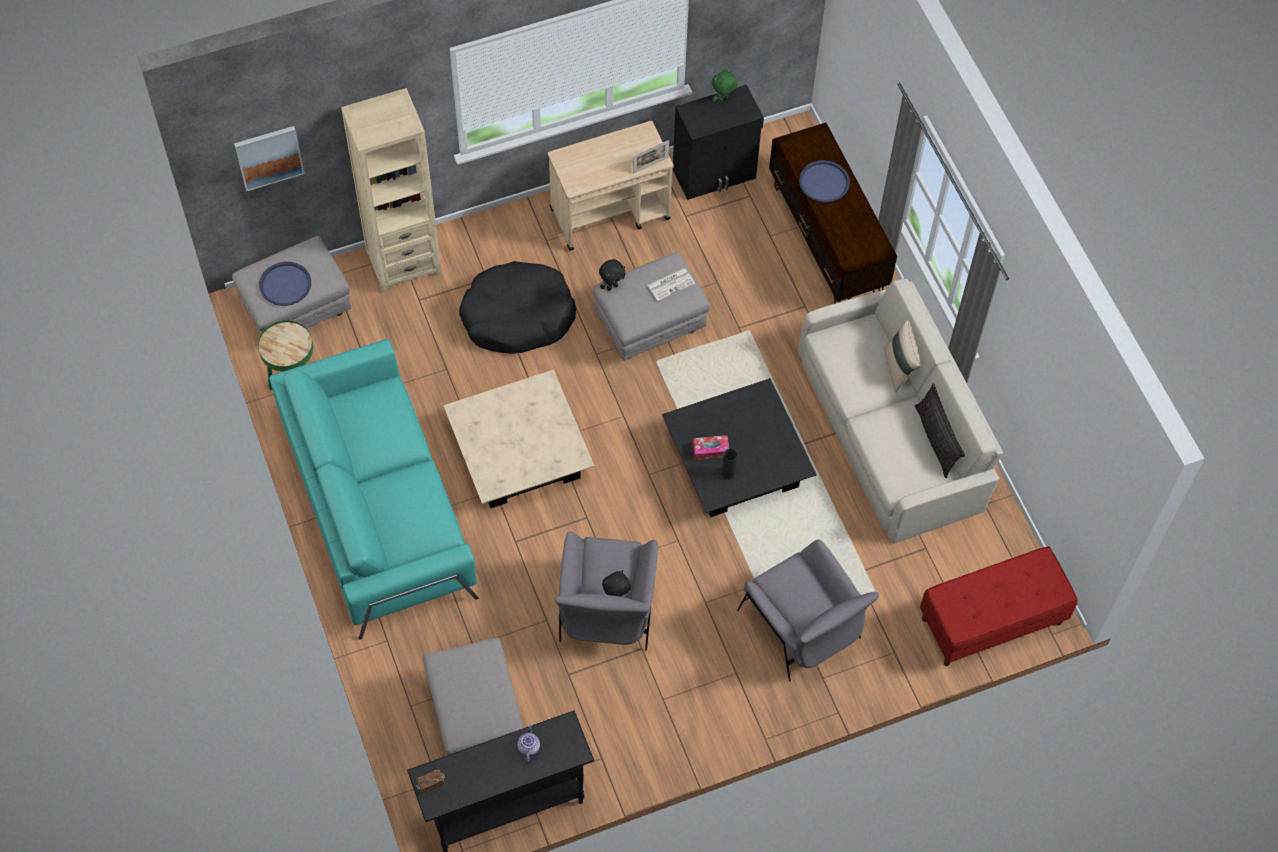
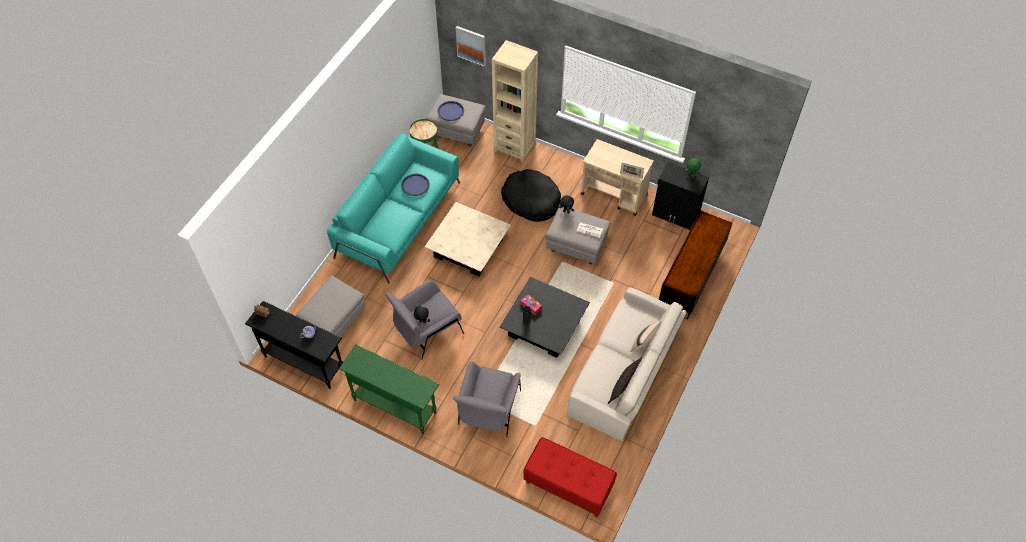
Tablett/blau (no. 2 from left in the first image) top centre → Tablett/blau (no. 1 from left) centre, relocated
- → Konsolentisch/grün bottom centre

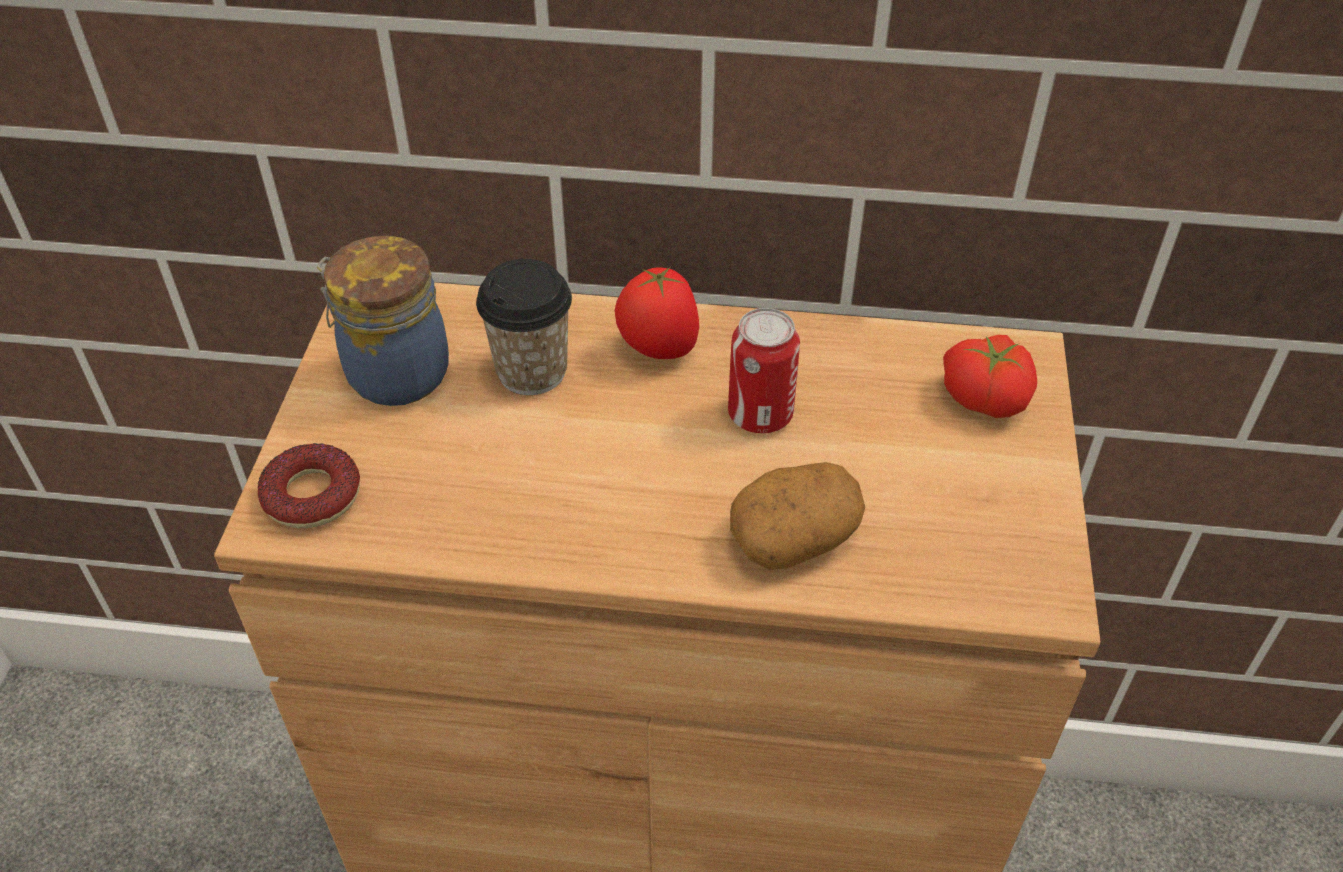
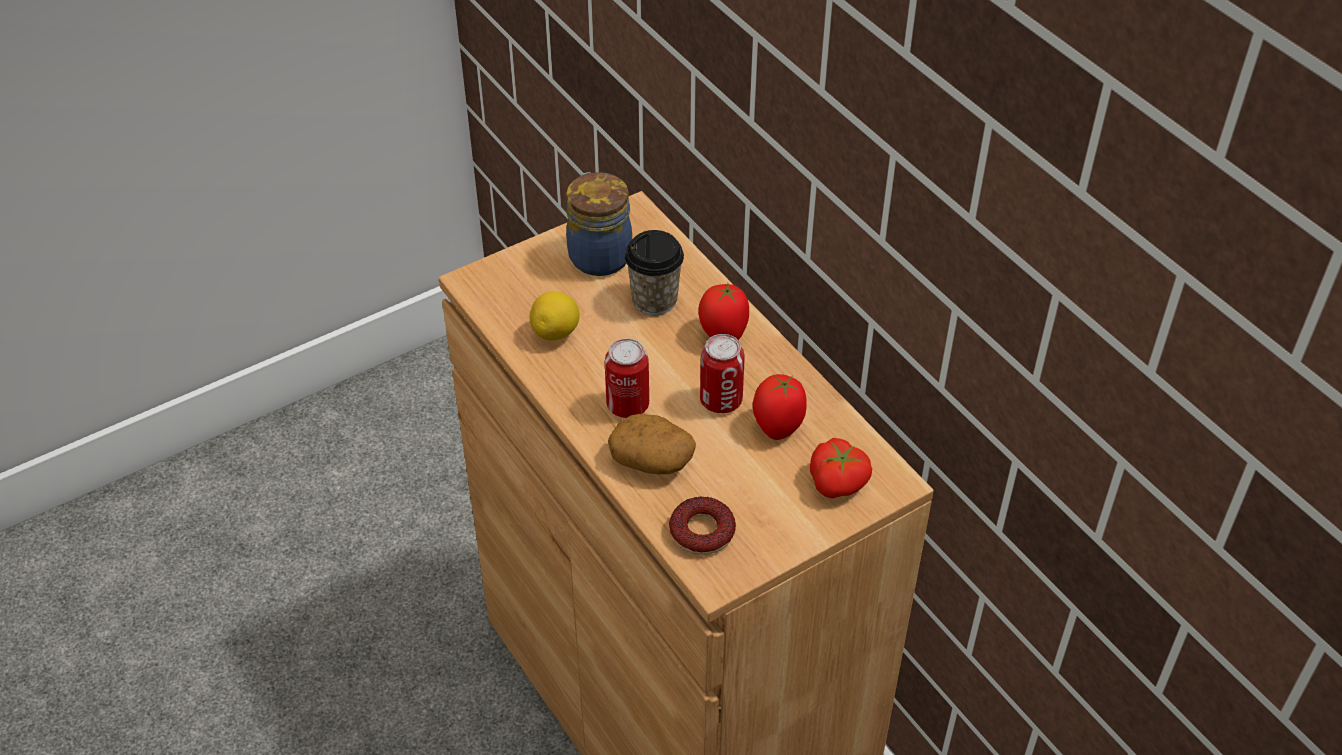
Donut middle left → Donut bottom centre, relocated
- → Zitrone centre
- → Dose (no. 1 from left) centre
- → Tomate (no. 2 from left) centre

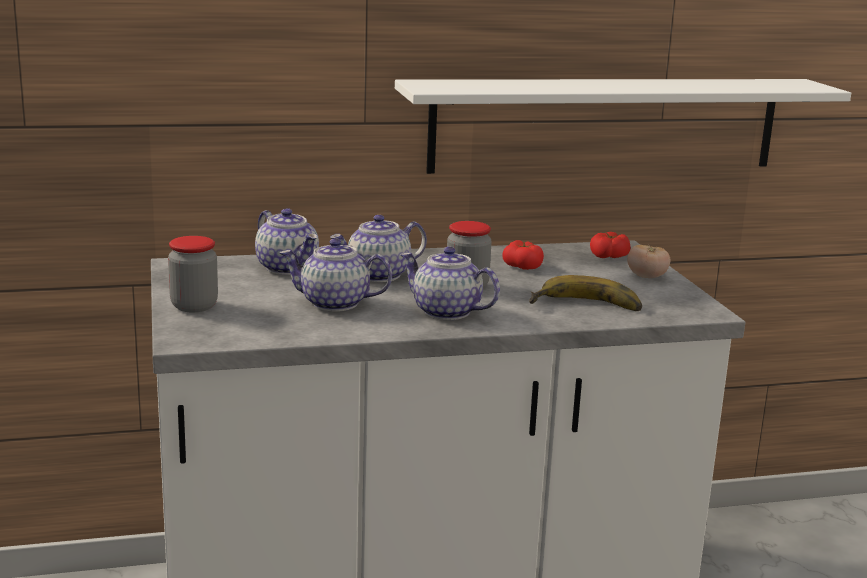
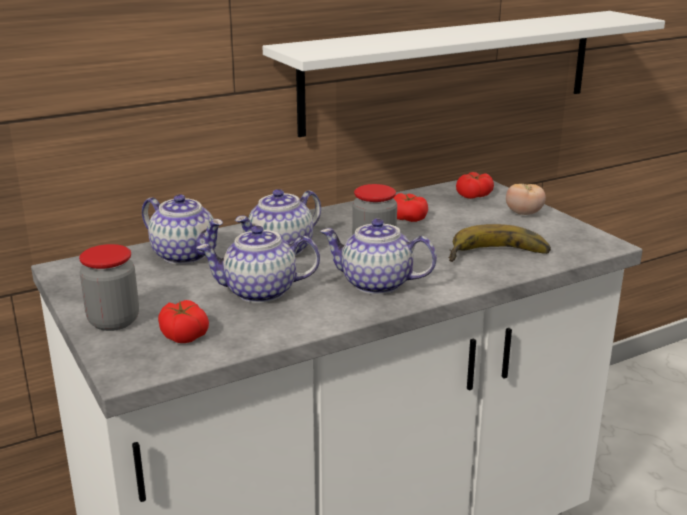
- → Tomate (no. 1 from left) middle left

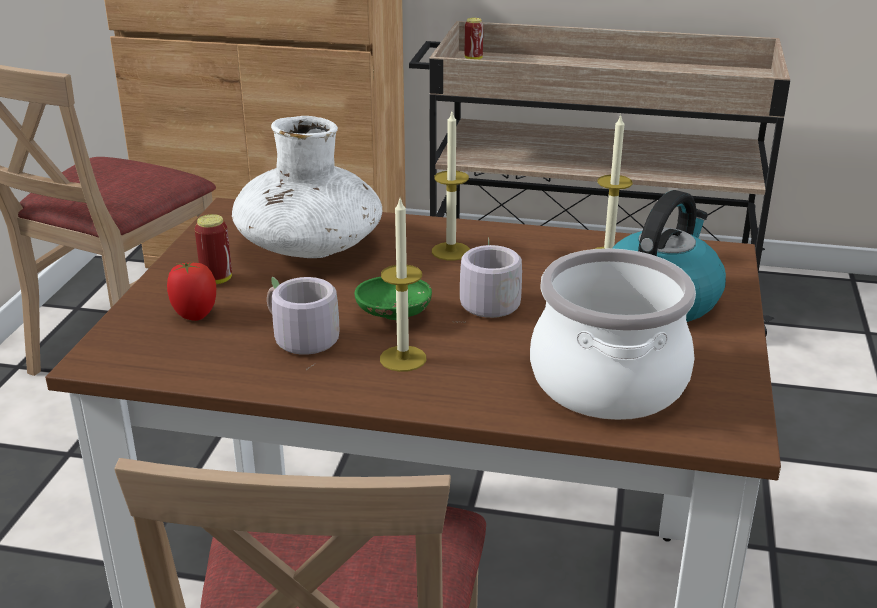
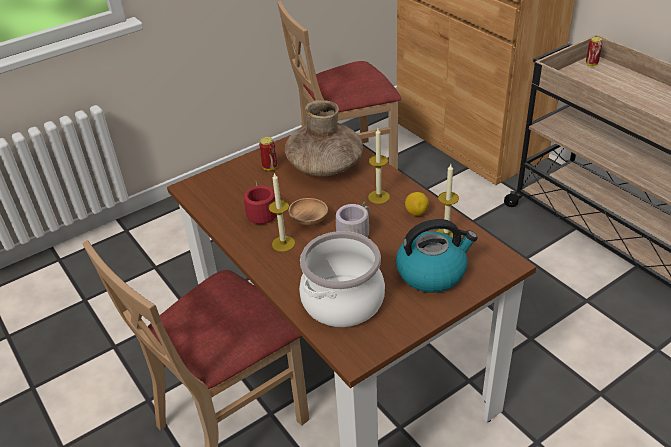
Vase/weiß top centre → Vase/braun top centre
Tomate middle left → -
Henkelbecher/grau (no. 1 from left) centre → Henkelbecher/rot centre
Schüssel/grün centre → Schüssel/braun centre
- → Zitrone centre

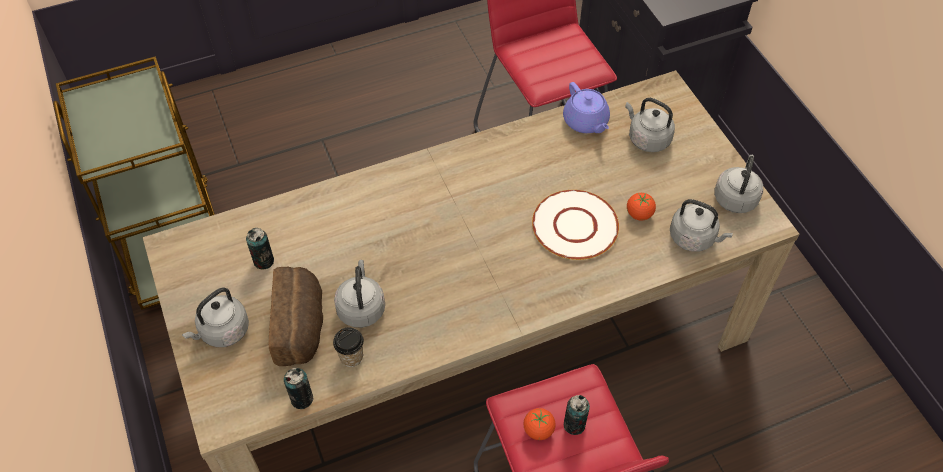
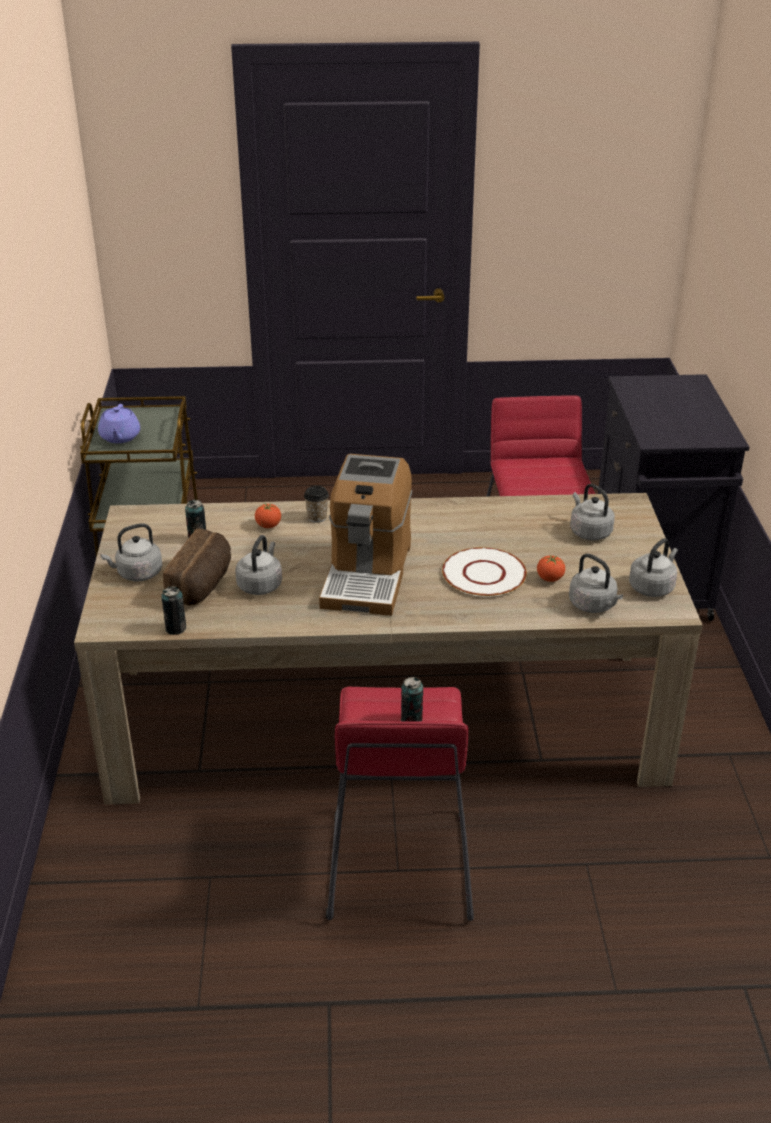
Teekanne/lila top centre → Teekanne/lila middle left, relocated
Tasse bottom centre → Tasse centre, relocated
Tomate (no. 1 from left) bottom centre → Tomate (no. 1 from left) centre, relocated
- → Kaffeemaschine centre

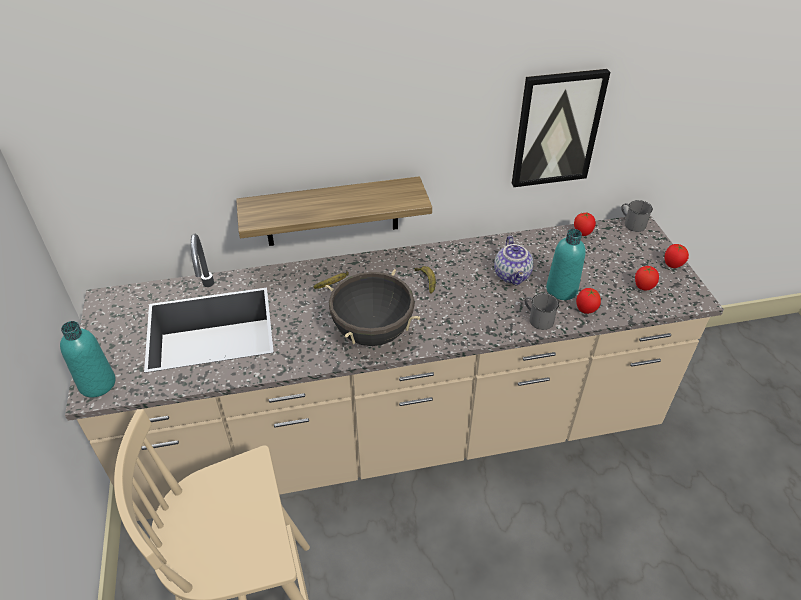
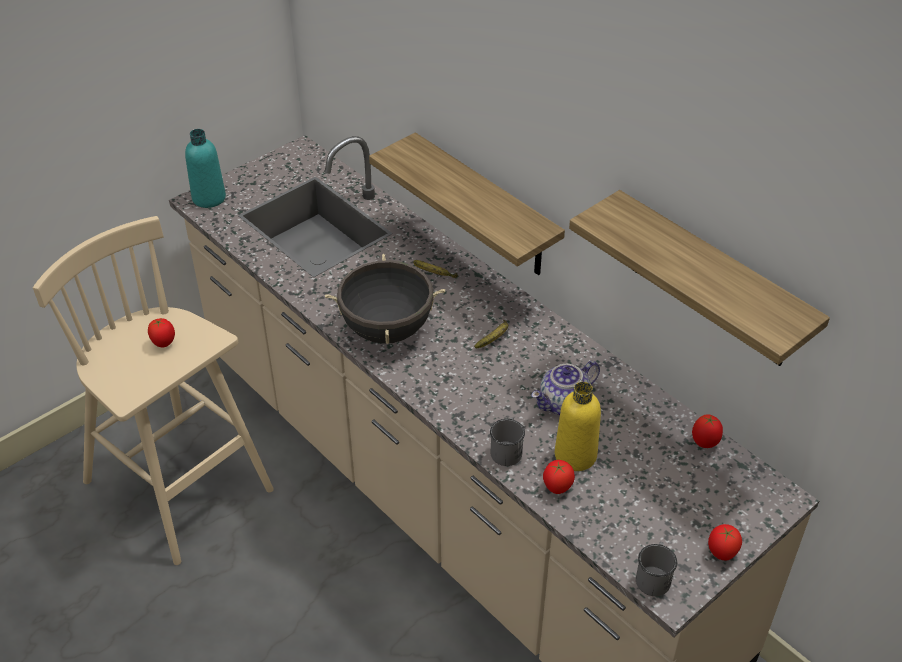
Bild top right → Wandregal (no. 2 from left) middle right
Henkelbecher/grau (no. 2 from left) middle right → Henkelbecher/grau (no. 2 from left) bottom right, relocated
Flasche/türkis (no. 2 from left) middle right → Flasche/gelb centre
Tomate (no. 3 from left in the first image) middle right → Tomate (no. 1 from left) middle left, relocated

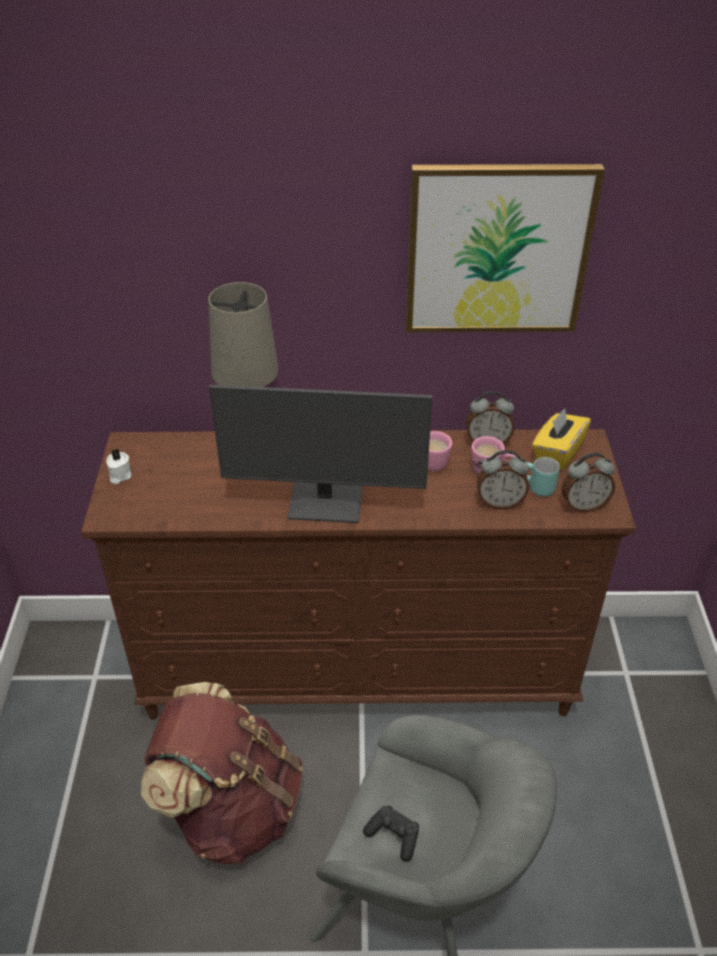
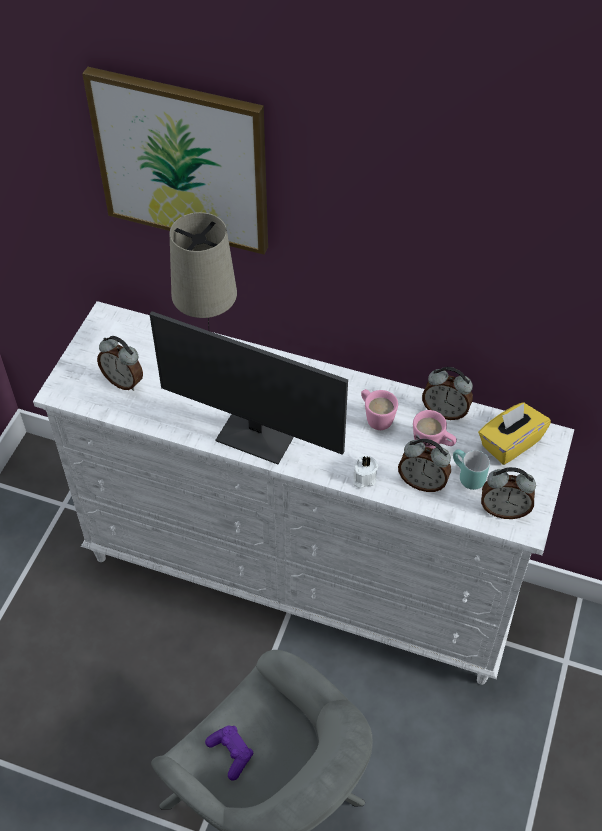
Bild top right → Bild top left, relocated
Kommode/braun centre → Kommode/weiß centre
Kerze/weiß middle left → Kerze/weiß centre, relocated
Rucksack/braun bottom left → -
Gamepad/schwarz bottom centre → Gamepad/lila bottom centre
- → Wecker (no. 1 from left) middle left

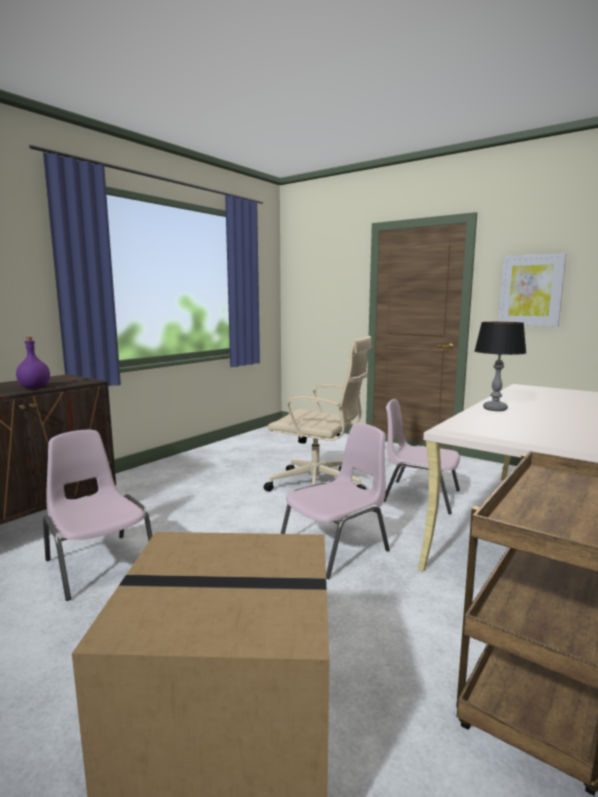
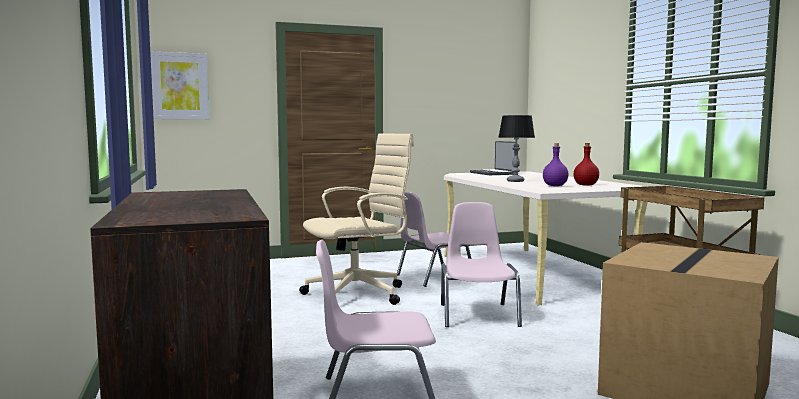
Bild middle right → Bild top left, relocated
Flasche/lila middle left → Flasche/lila middle right, relocated
- → Laptop centre
- → Flasche/rot middle right

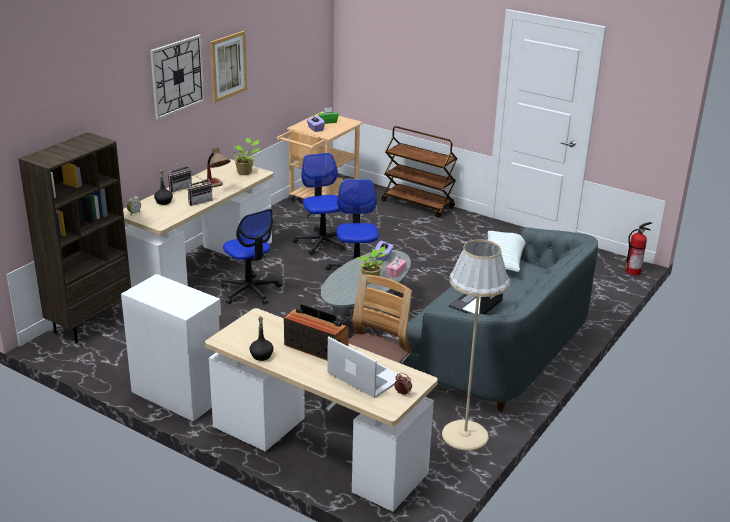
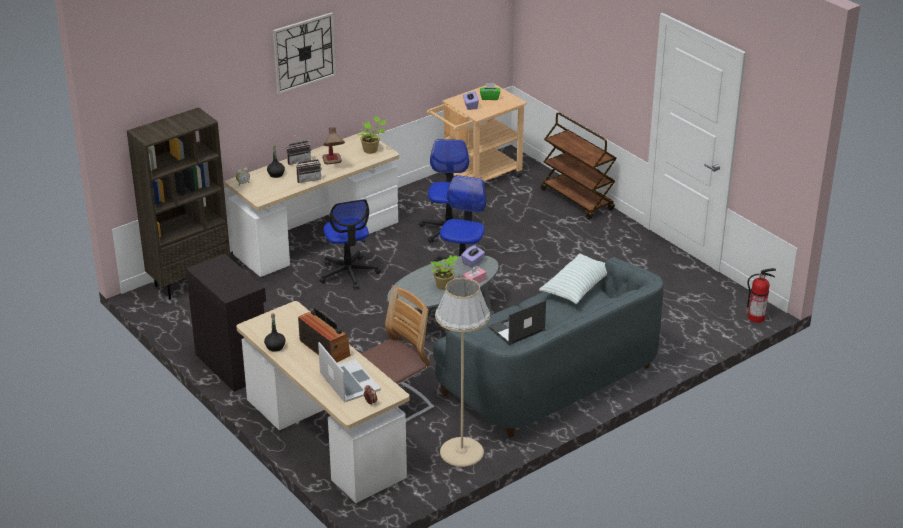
Bild top left → -
Schrank/weiß middle left → Schrank/schwarz middle left

